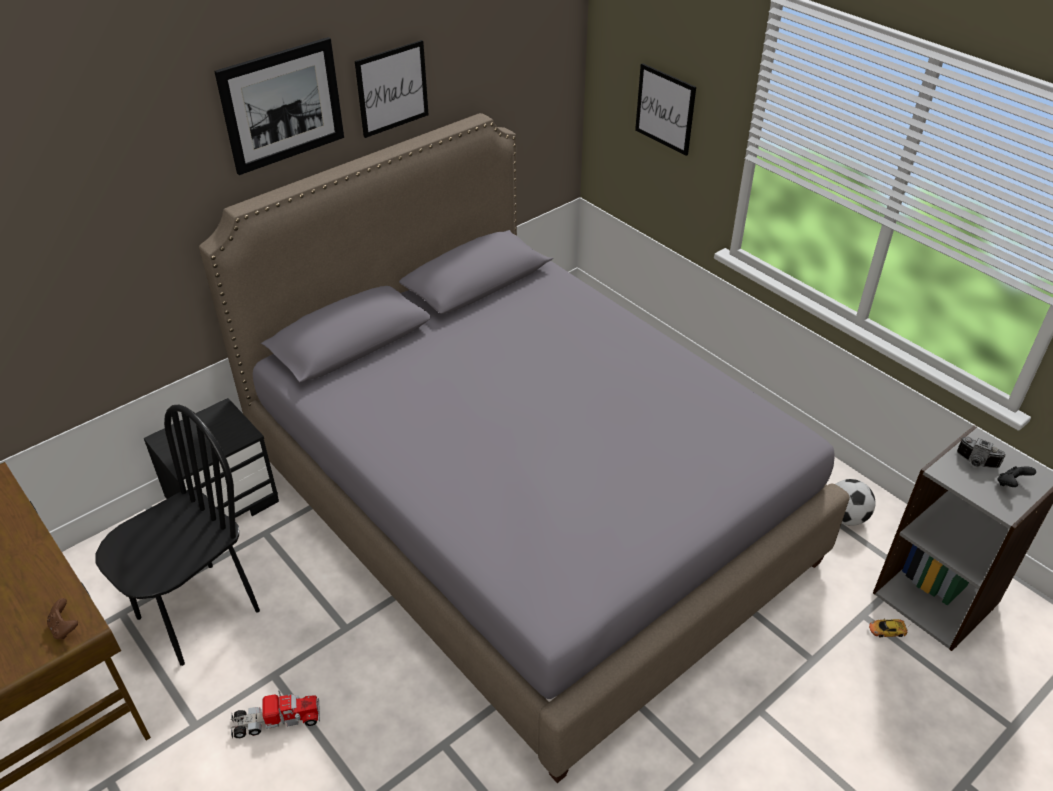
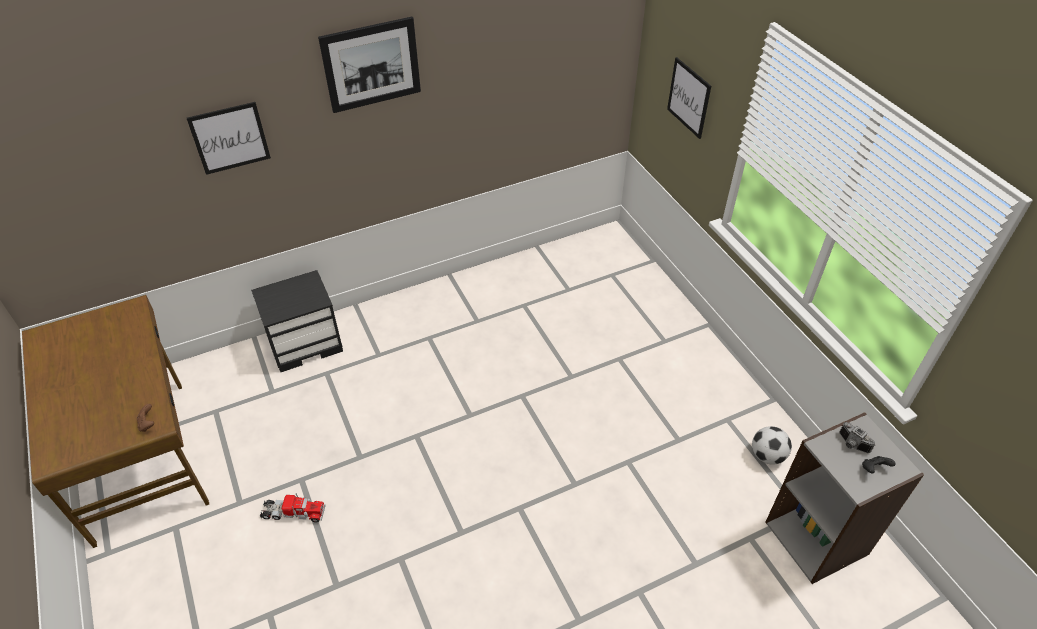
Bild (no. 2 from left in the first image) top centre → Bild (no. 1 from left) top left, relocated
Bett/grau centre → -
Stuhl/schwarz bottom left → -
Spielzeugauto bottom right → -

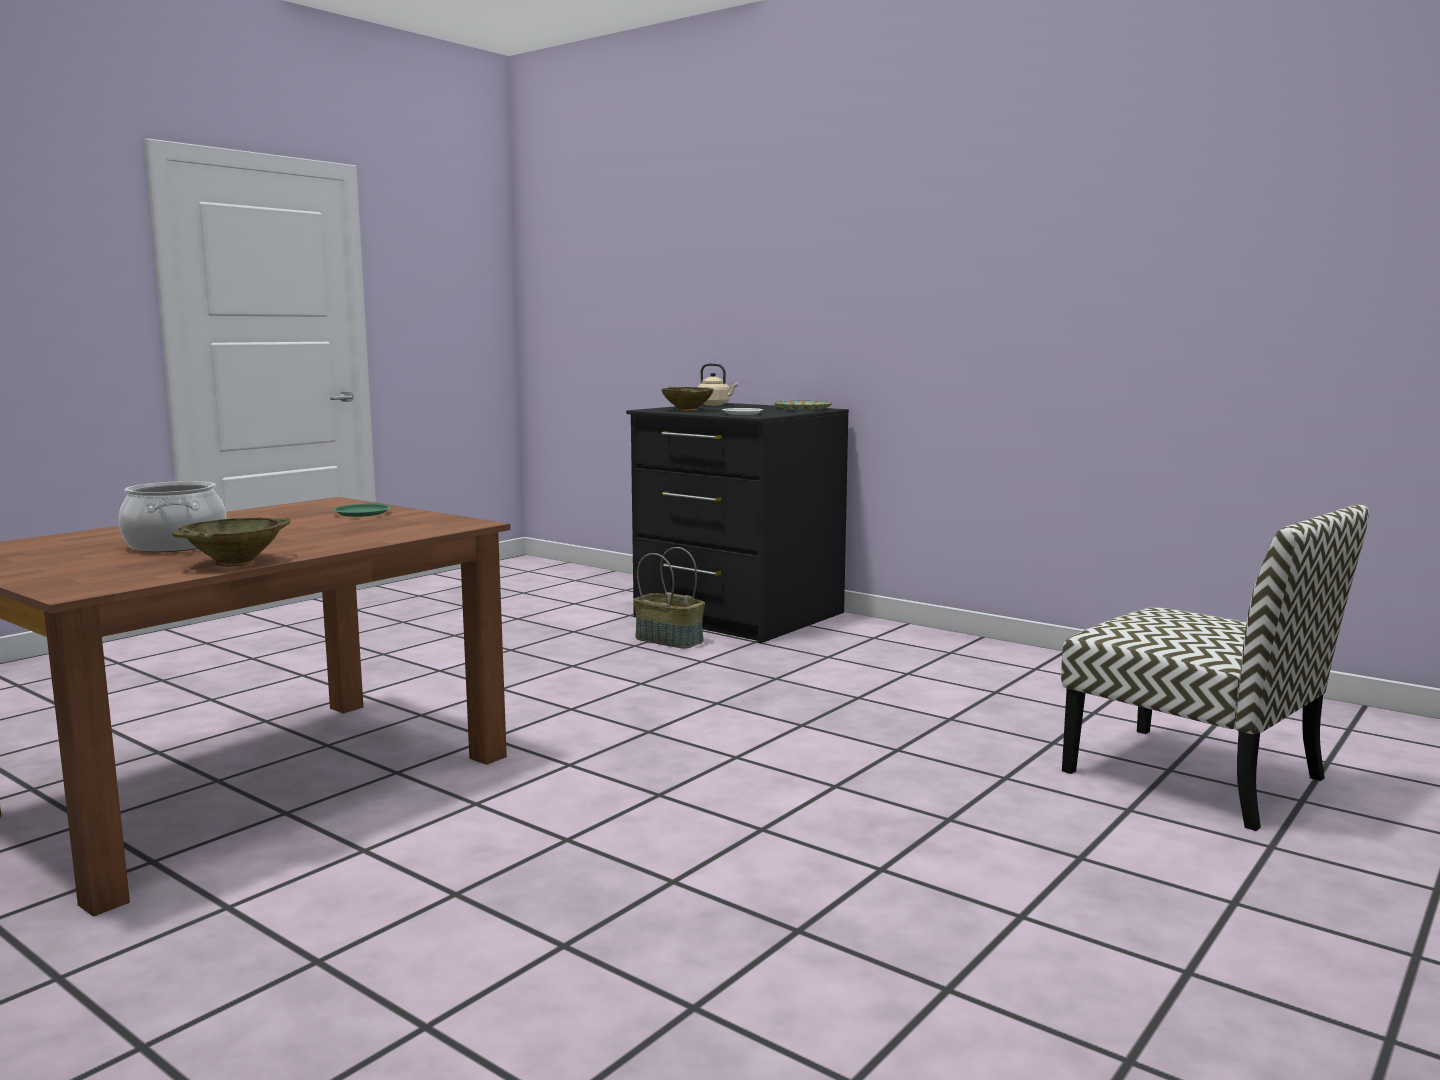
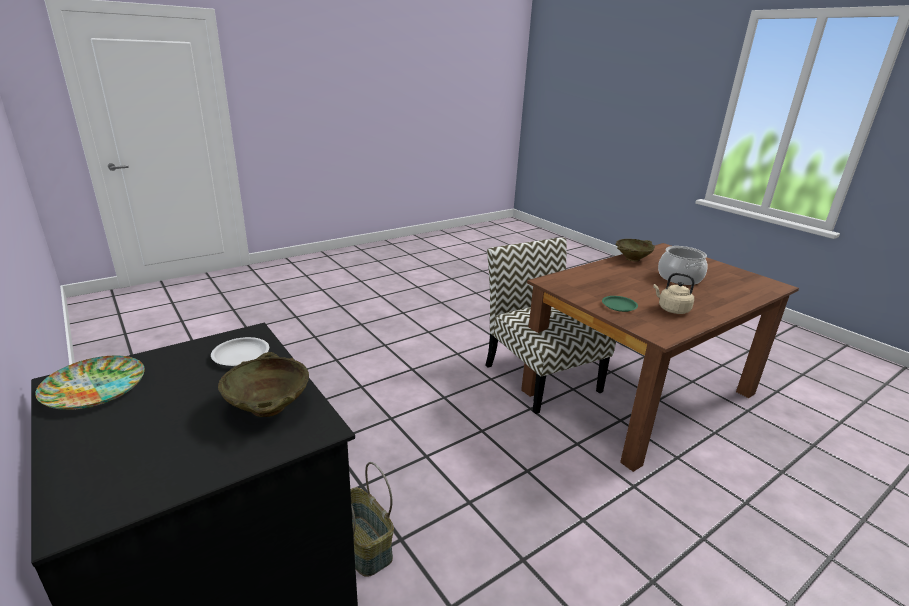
Wasserkessel/beige centre → Wasserkessel/beige middle right, relocated
Stuhl middle right → Stuhl centre, relocated

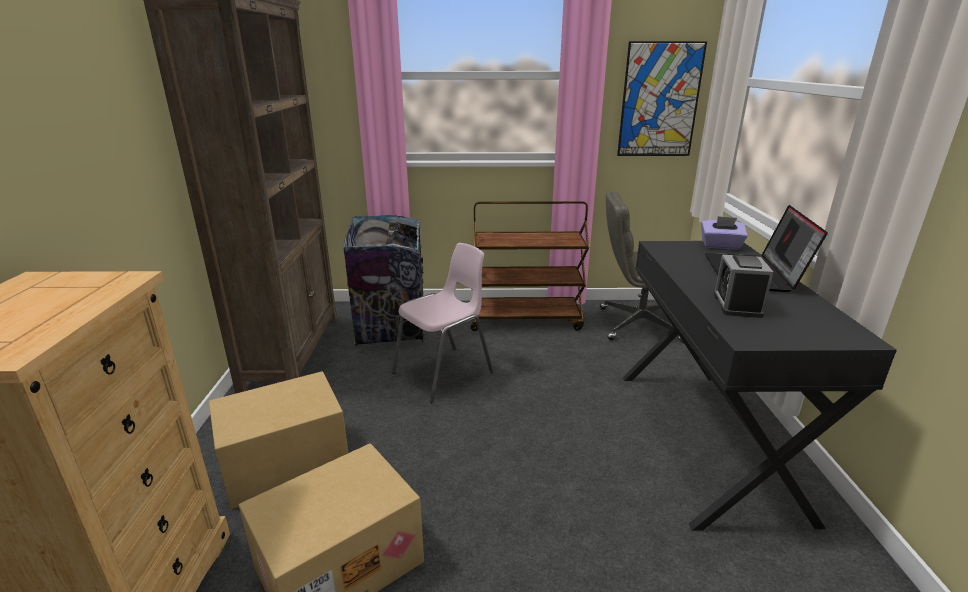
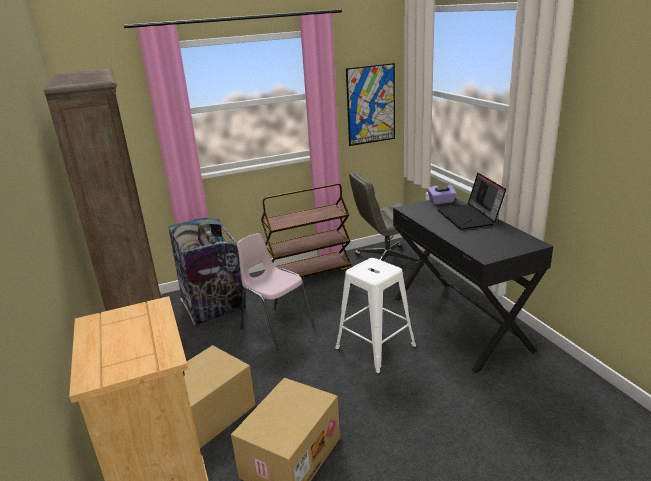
Stuhl/rosa centre, 75 degrees counterclockwise
Wecker middle right → -
- → Hocker/weiß centre

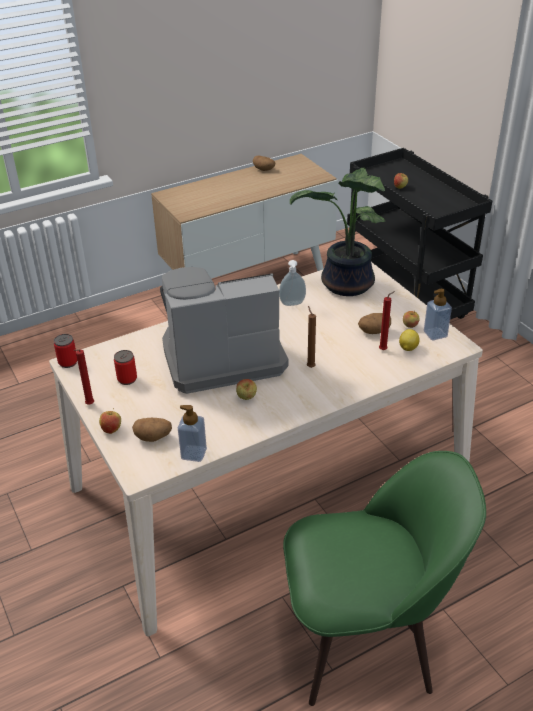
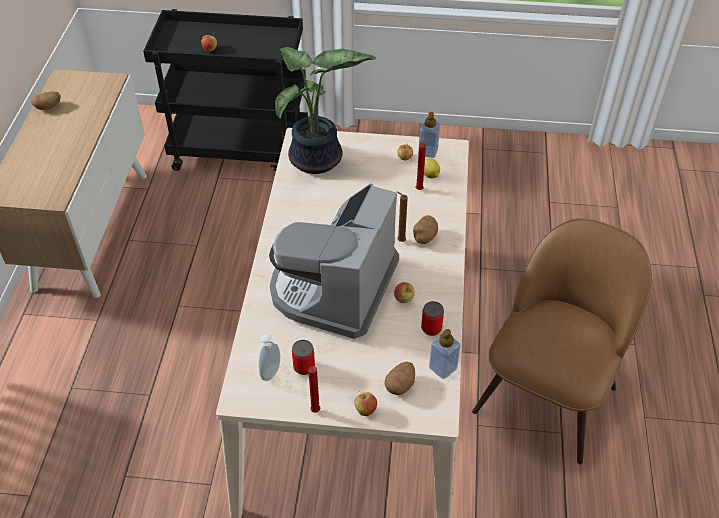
Seifenspender (no. 2 from left in the first image) centre → Seifenspender (no. 1 from left) bottom centre, relocated
Kartoffel (no. 3 from left) middle right → Kartoffel (no. 3 from left) centre, relocated
Dose (no. 1 from left in the first image) middle left → Dose (no. 2 from left) centre, relocated
Stuhl/grün bottom right → Stuhl/braun middle right

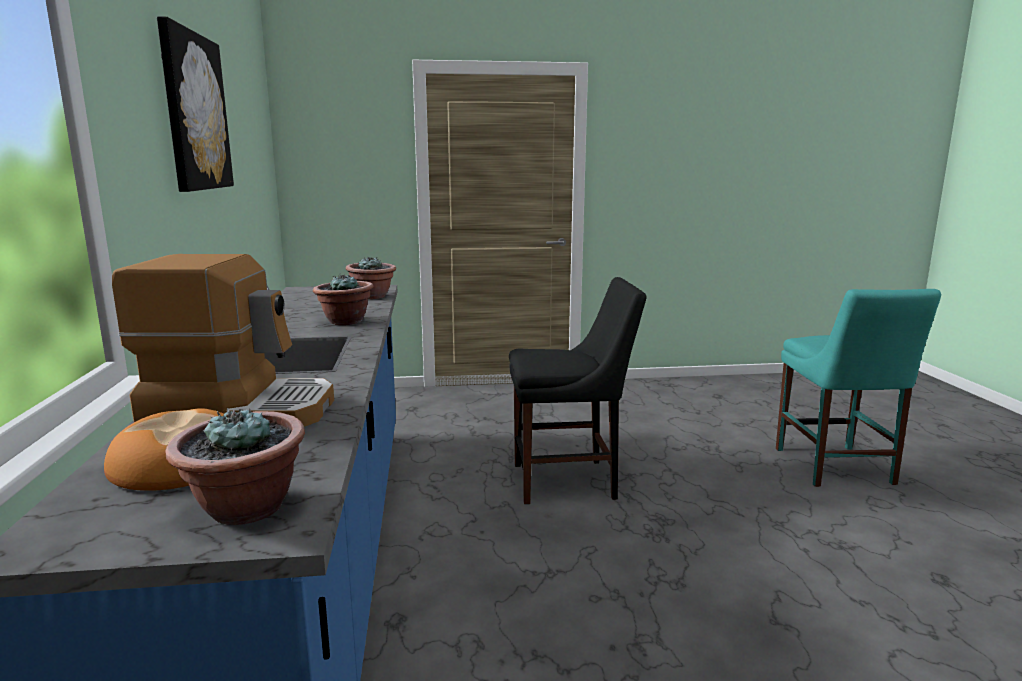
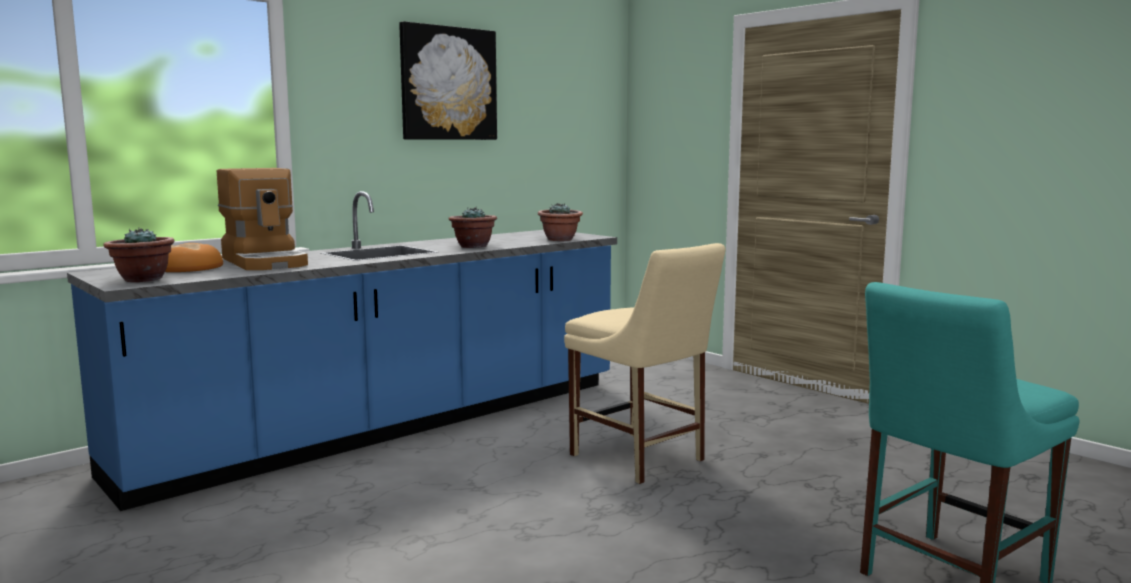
Stuhl/schwarz centre → Stuhl/beige centre

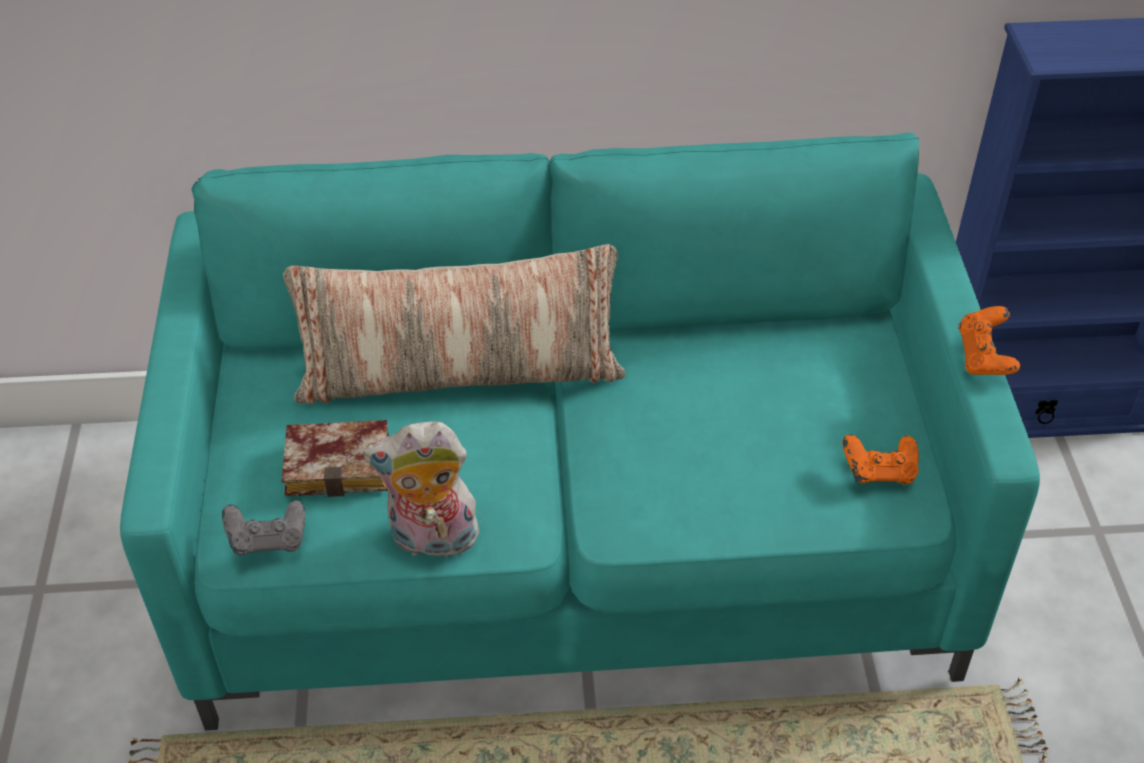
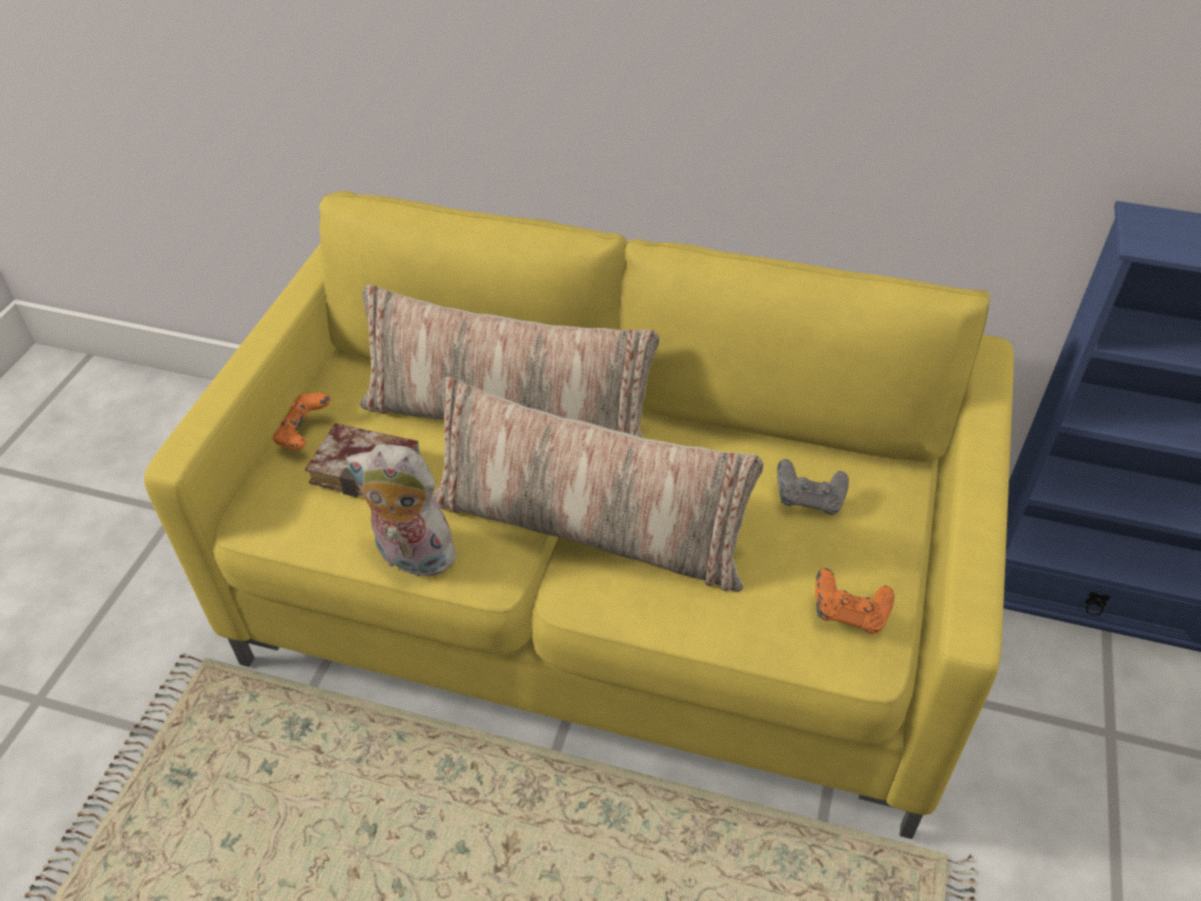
Sofa/türkis centre → Sofa/gelb centre
Gamepad/orange (no. 2 from left in the first image) middle right → Gamepad/orange (no. 1 from left) middle left, relocated
Gamepad/grau bottom left → Gamepad/grau middle right, relocated
- → Kissen (no. 2 from left) centre

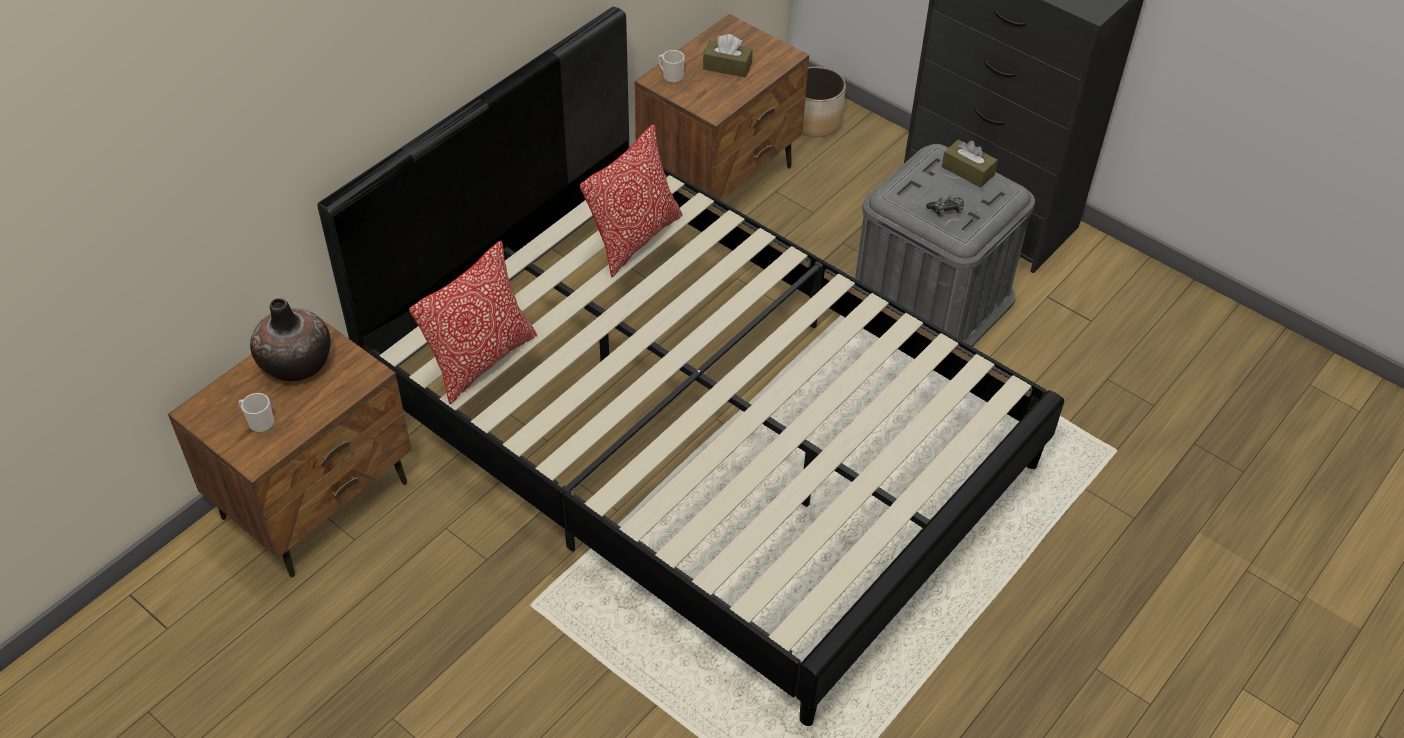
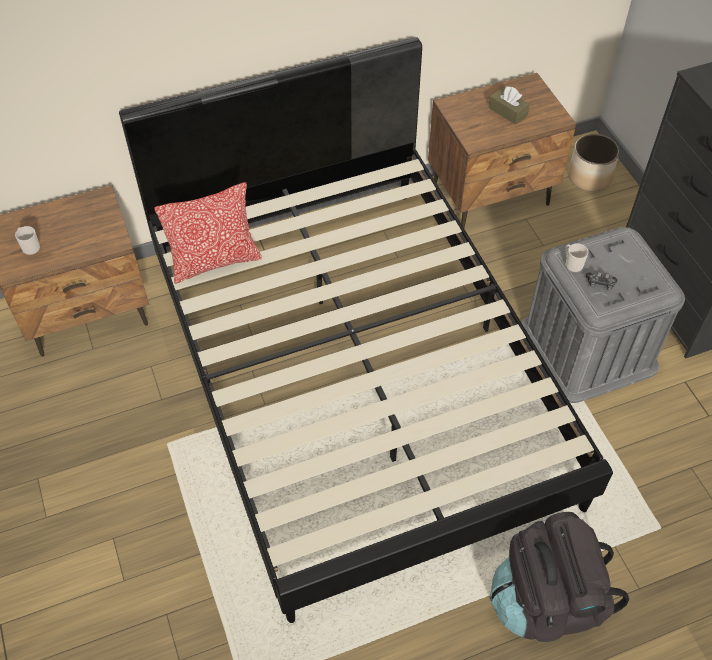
Henkelbecher (no. 2 from left) top centre → Henkelbecher (no. 2 from left) middle right, relocated
Kissen (no. 2 from left) top centre → -
Taschentuchbox/braun (no. 2 from left) top right → -
Vase middle left → -
- → Rucksack/schwarz bottom right

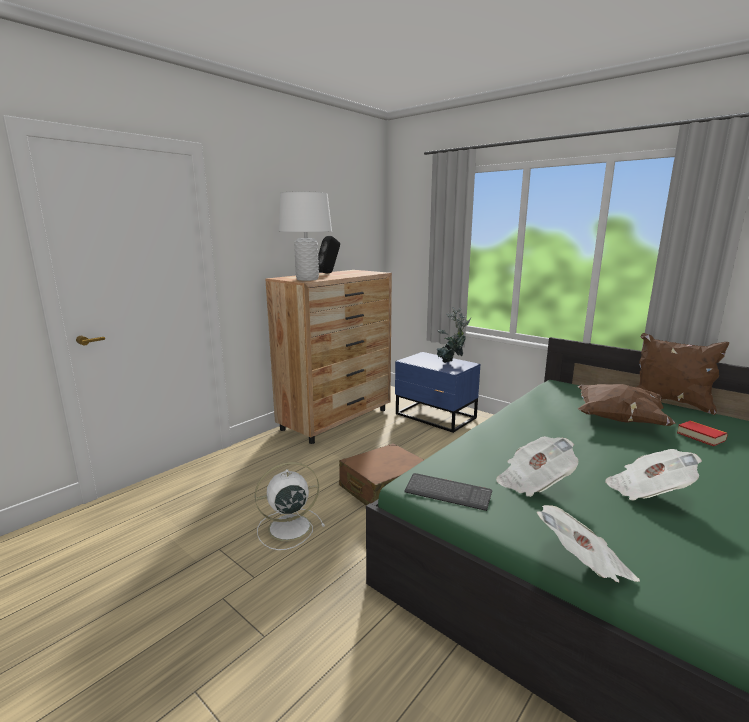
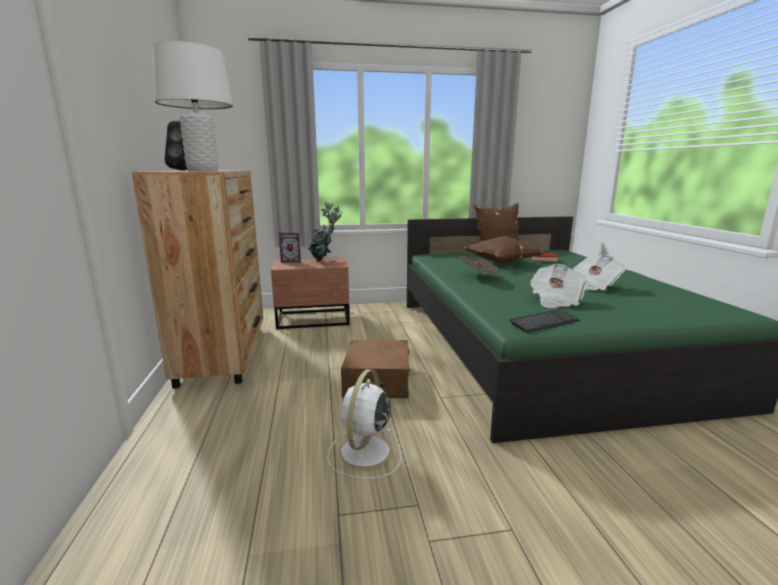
Nachttisch/blau centre → Nachttisch/braun centre
Zeitung (no. 2 from left in the first image) bottom right → Zeitung (no. 1 from left) centre, relocated
- → Bilderrahmen centre

